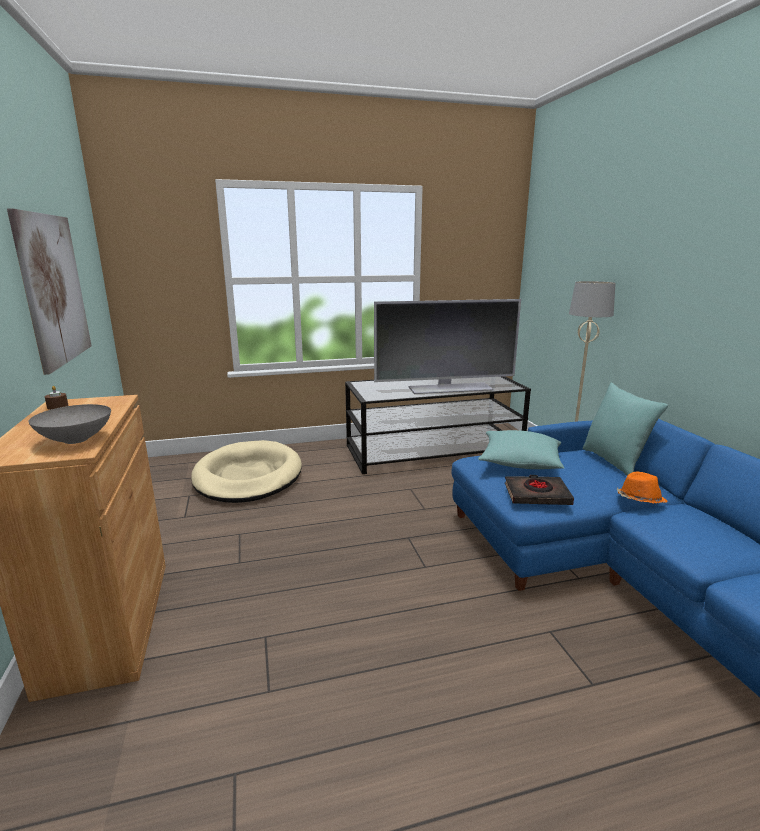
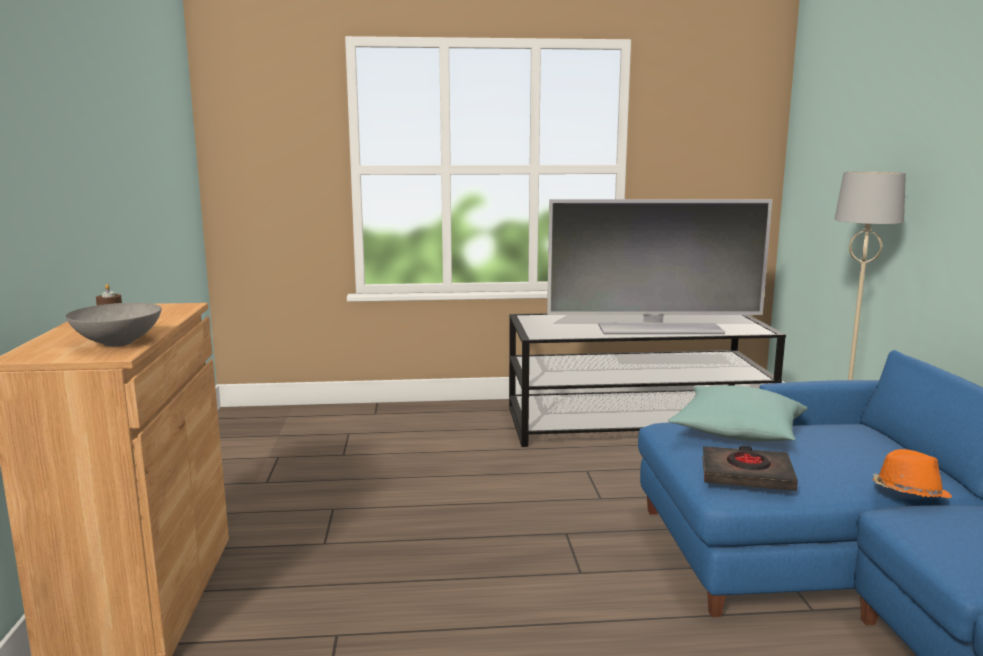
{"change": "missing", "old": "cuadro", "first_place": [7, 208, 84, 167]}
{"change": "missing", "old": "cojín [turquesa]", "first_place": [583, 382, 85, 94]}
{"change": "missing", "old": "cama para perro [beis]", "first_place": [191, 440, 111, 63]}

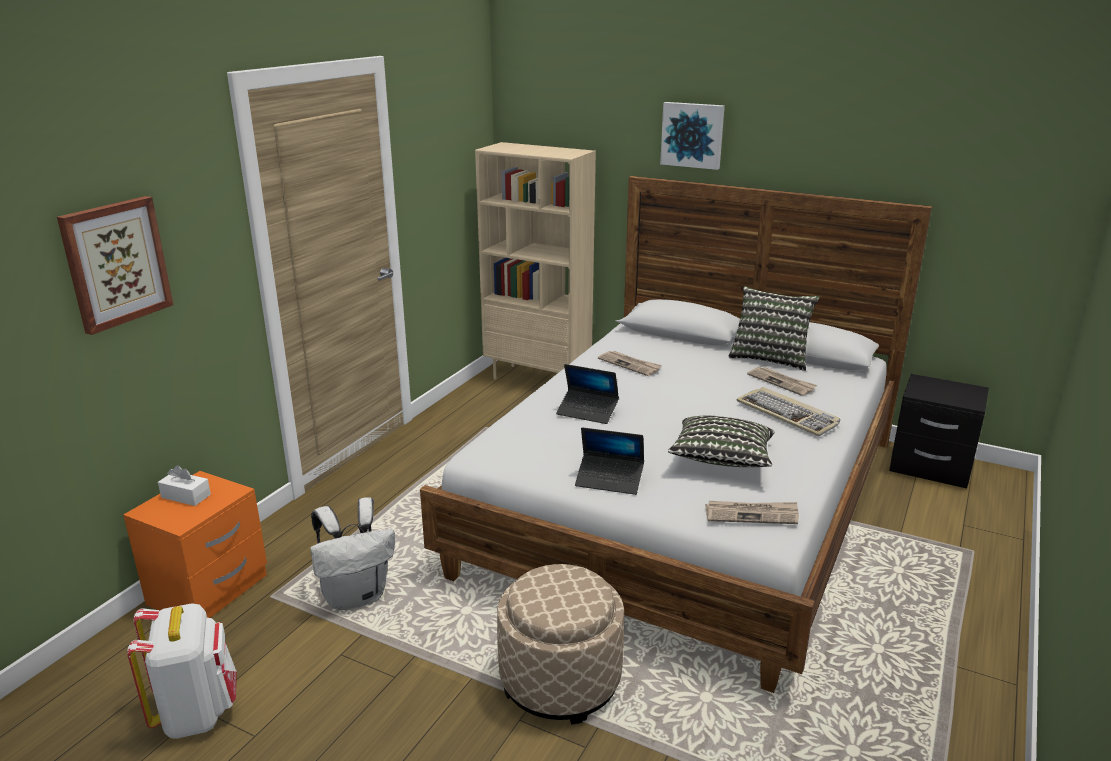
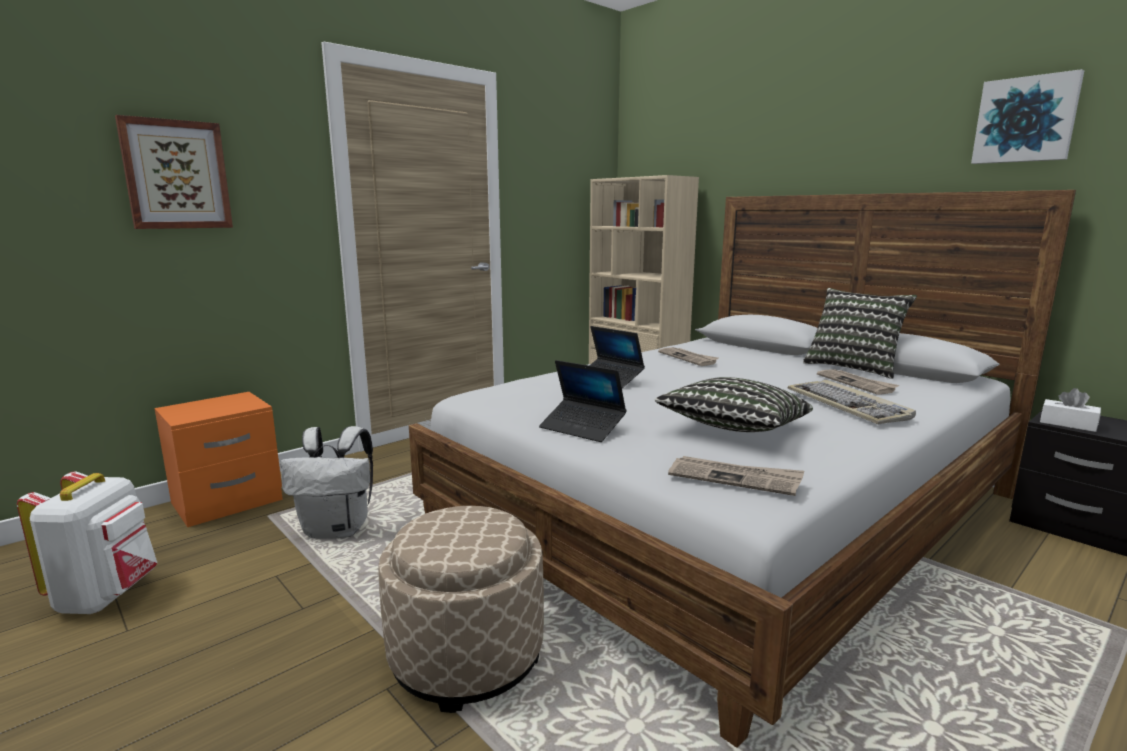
{"change": "relocated", "old": "cuadro", "first_place": [660, 102, 65, 68], "second_place": [971, 69, 113, 95]}
{"change": "relocated", "old": "caja de pañuelos [blanco]", "first_place": [158, 465, 53, 41], "second_place": [1040, 388, 61, 44]}

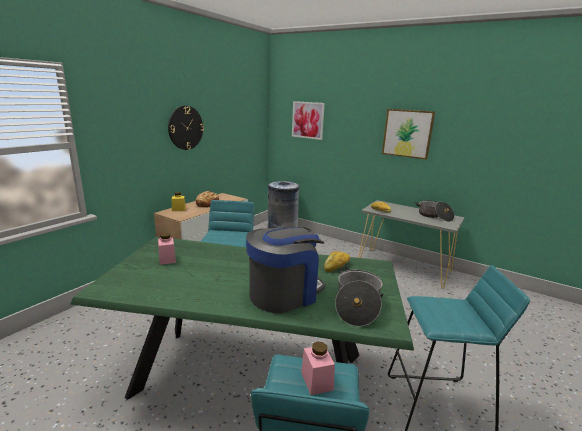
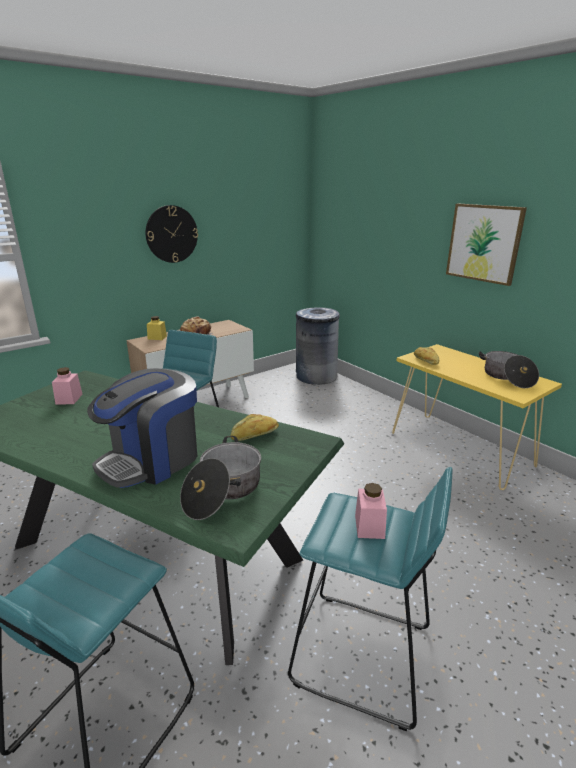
{"change": "missing", "old": "cuadro", "first_place": [292, 101, 33, 39]}
{"change": "colour", "old": "mesa consola [gris]", "new": "mesa consola [amarillo]", "first_place": [358, 200, 107, 88], "second_place": [392, 344, 170, 146]}
{"change": "spun", "old": "cafetera", "first_place": [246, 227, 79, 86], "second_place": [87, 368, 110, 120], "degrees": 150}
{"change": "relocated", "old": "tarro [rosa]", "first_place": [301, 341, 34, 54], "second_place": [355, 483, 32, 56]}

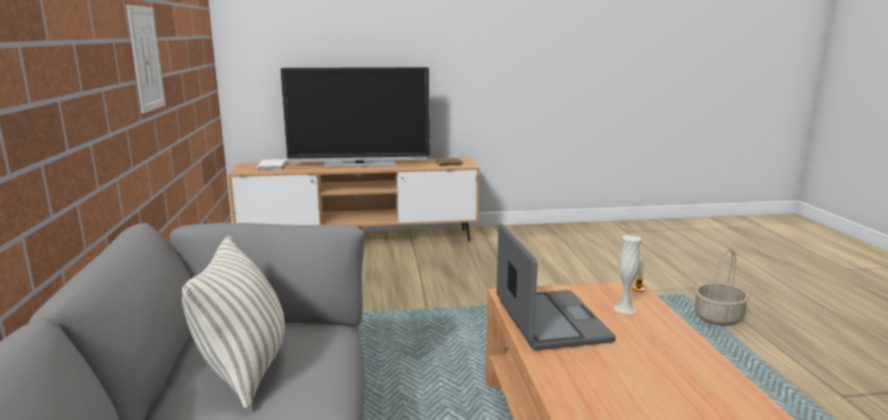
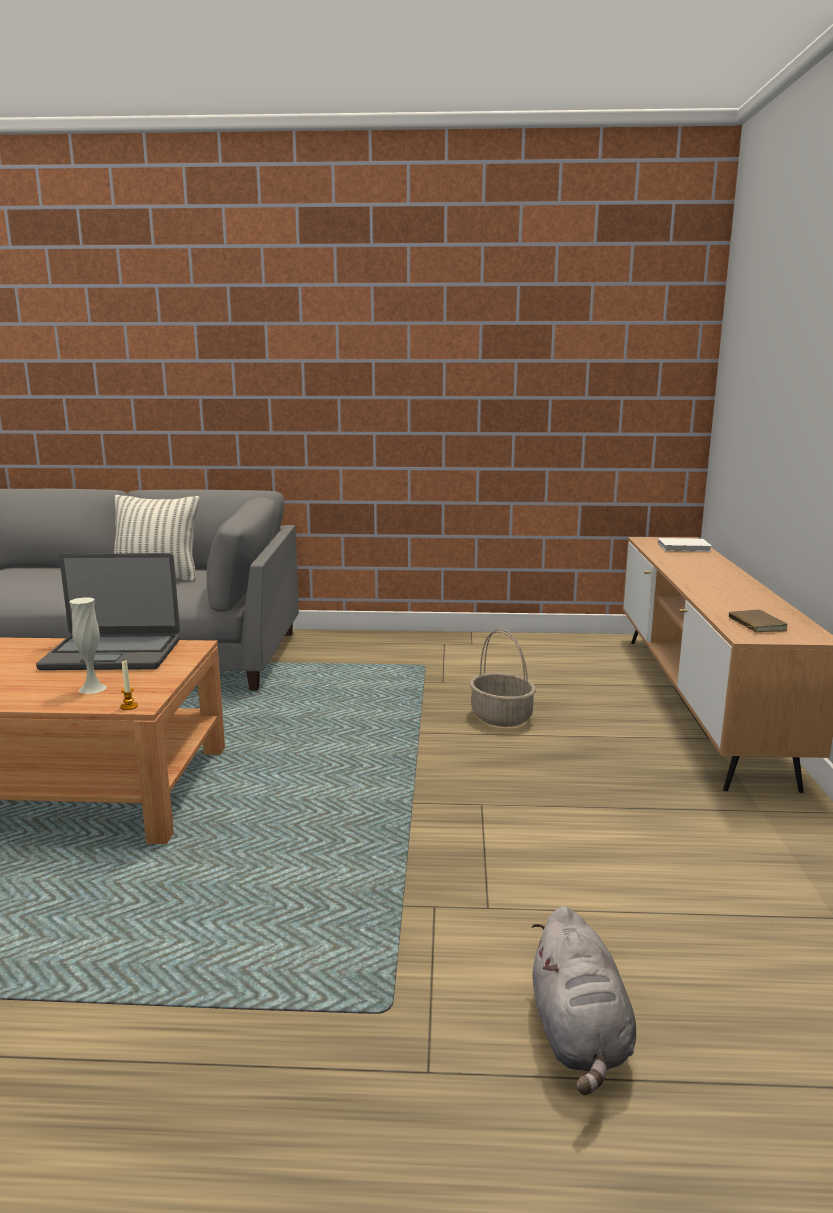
{"change": "missing", "old": "cuadro", "first_place": [126, 5, 40, 109]}
{"change": "missing", "old": "televisor", "first_place": [281, 67, 149, 101]}
{"change": "relocated", "old": "cesta", "first_place": [695, 250, 54, 76], "second_place": [470, 629, 66, 98]}
{"change": "appeared", "new": "peluche [gris]", "second_place": [532, 906, 104, 189]}

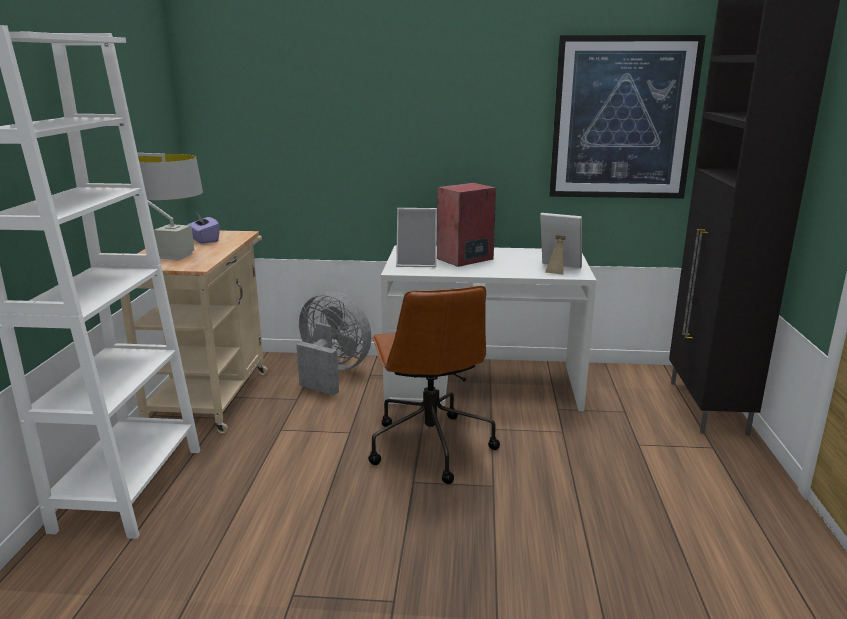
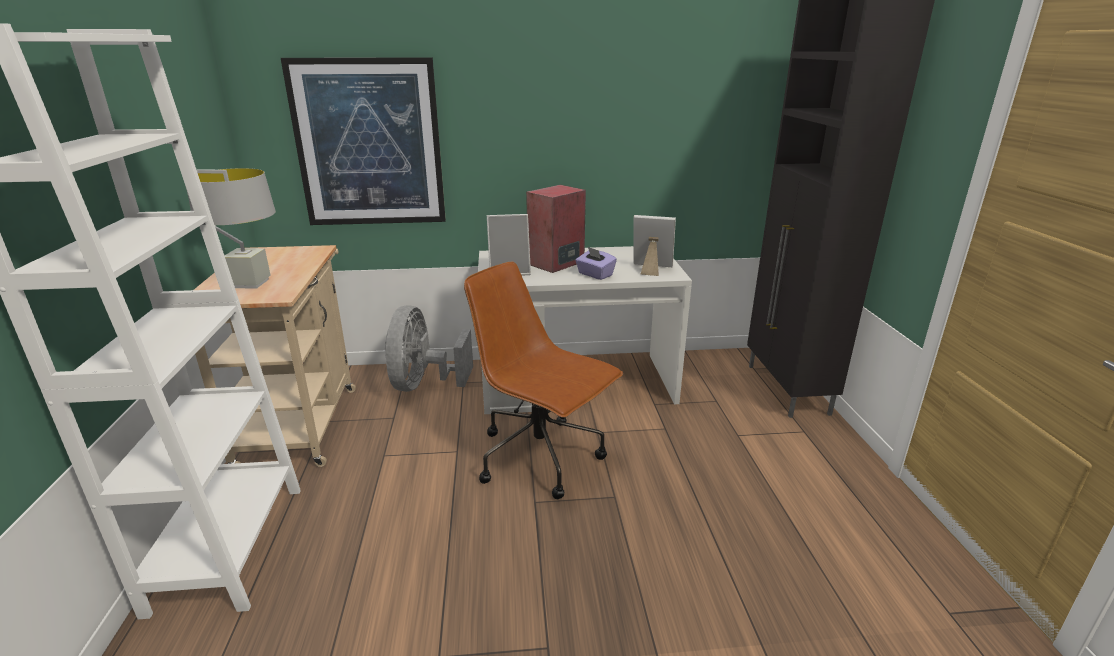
{"change": "relocated", "old": "cuadro", "first_place": [549, 35, 157, 163], "second_place": [281, 57, 165, 168]}
{"change": "relocated", "old": "caja de pañuelos [morado]", "first_place": [187, 213, 33, 31], "second_place": [575, 247, 42, 33]}
{"change": "spun", "old": "silla de oficina [marrón]", "first_place": [368, 286, 132, 198], "second_place": [464, 262, 159, 237], "degrees": 150}
{"change": "spun", "old": "ventilador [gris]", "first_place": [297, 291, 75, 104], "second_place": [385, 305, 88, 87], "degrees": -105}

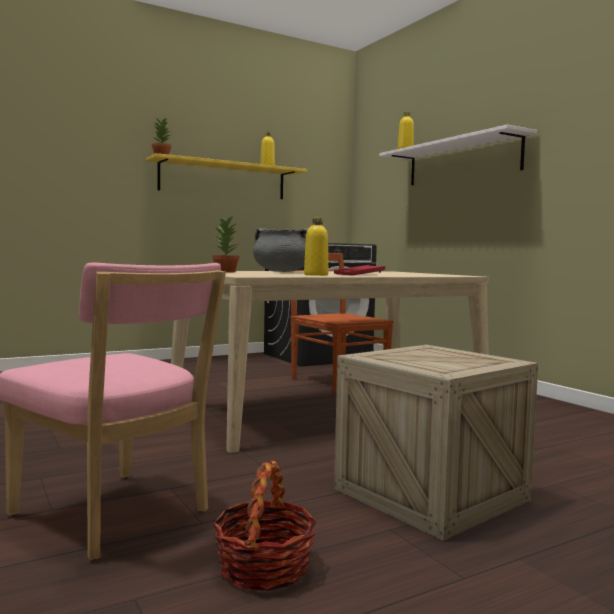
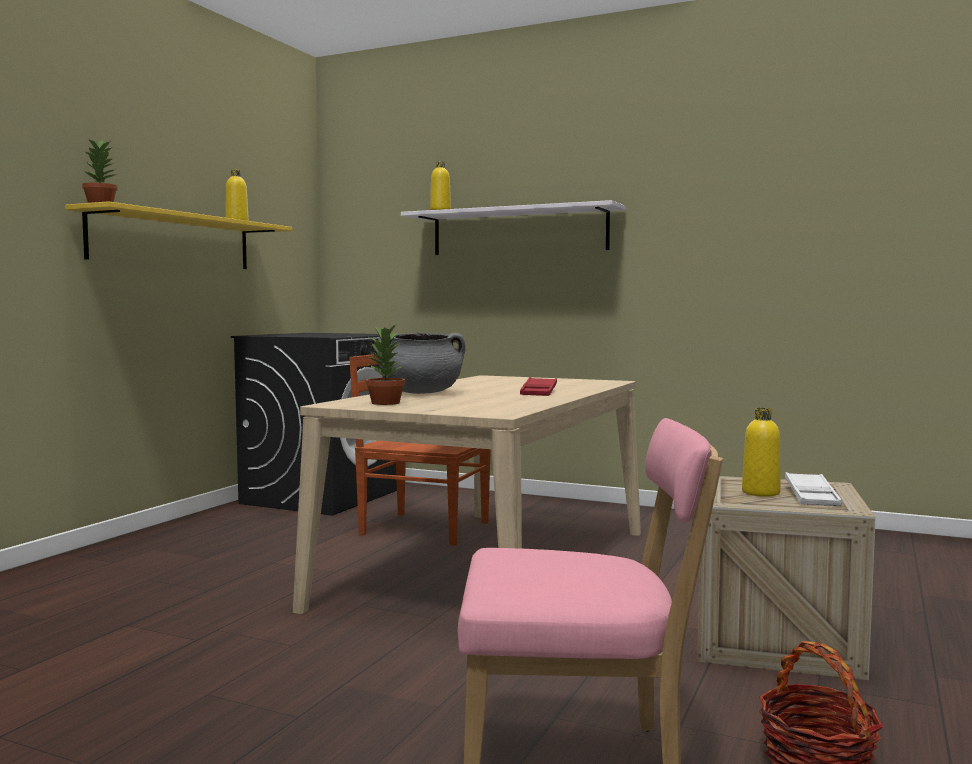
{"change": "relocated", "old": "botella [amarillo]", "first_place": [304, 218, 24, 58], "second_place": [742, 408, 38, 89]}
{"change": "appeared", "new": "bandeja [blanco]", "second_place": [785, 472, 57, 34]}

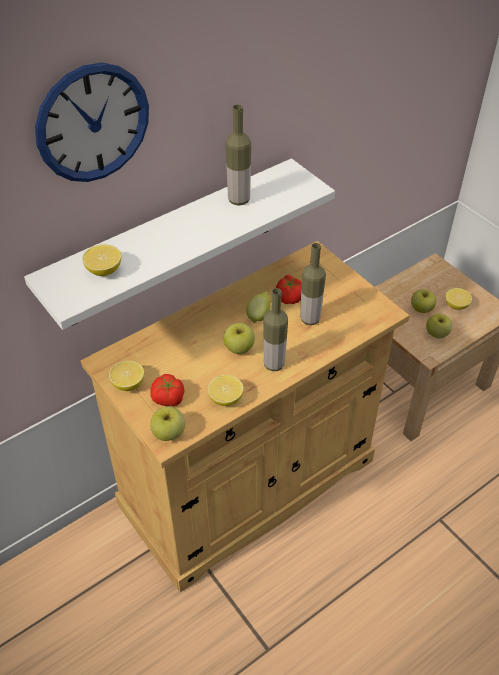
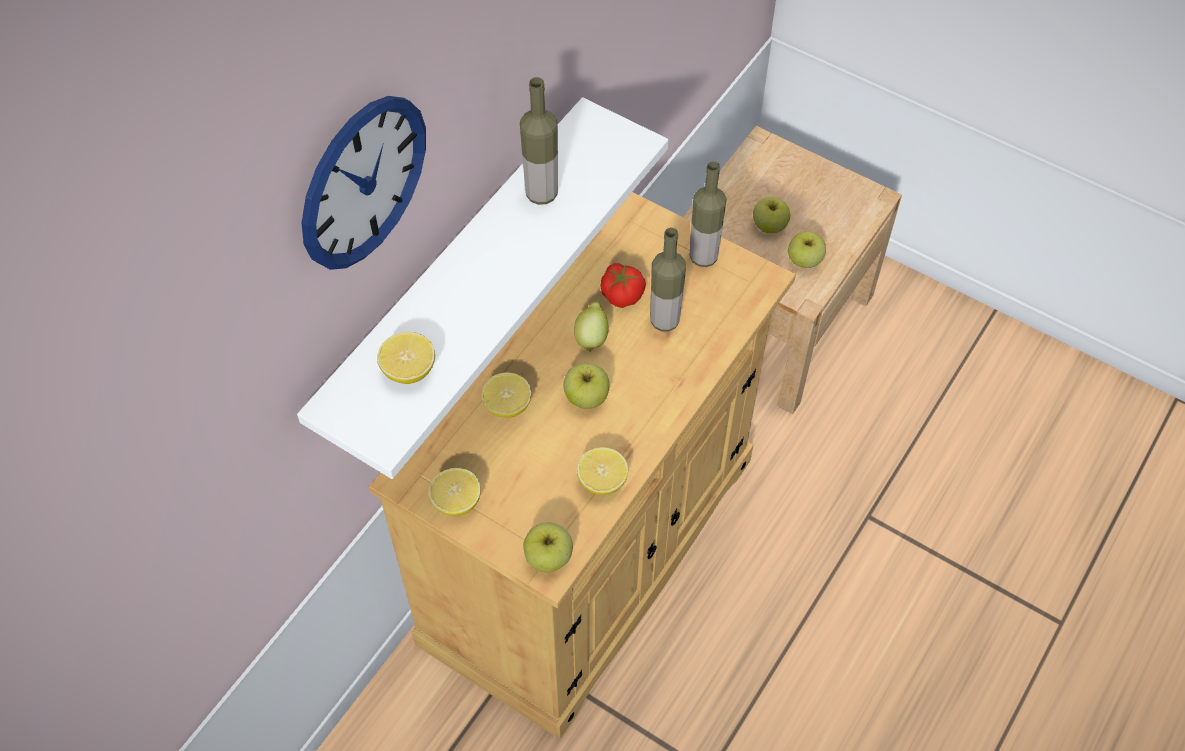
{"change": "relocated", "old": "botella", "first_place": [263, 288, 25, 83], "second_place": [690, 161, 37, 106]}
{"change": "relocated", "old": "limón", "first_place": [446, 288, 26, 22], "second_place": [482, 372, 50, 45]}
{"change": "missing", "old": "tomate", "first_place": [150, 374, 34, 32]}

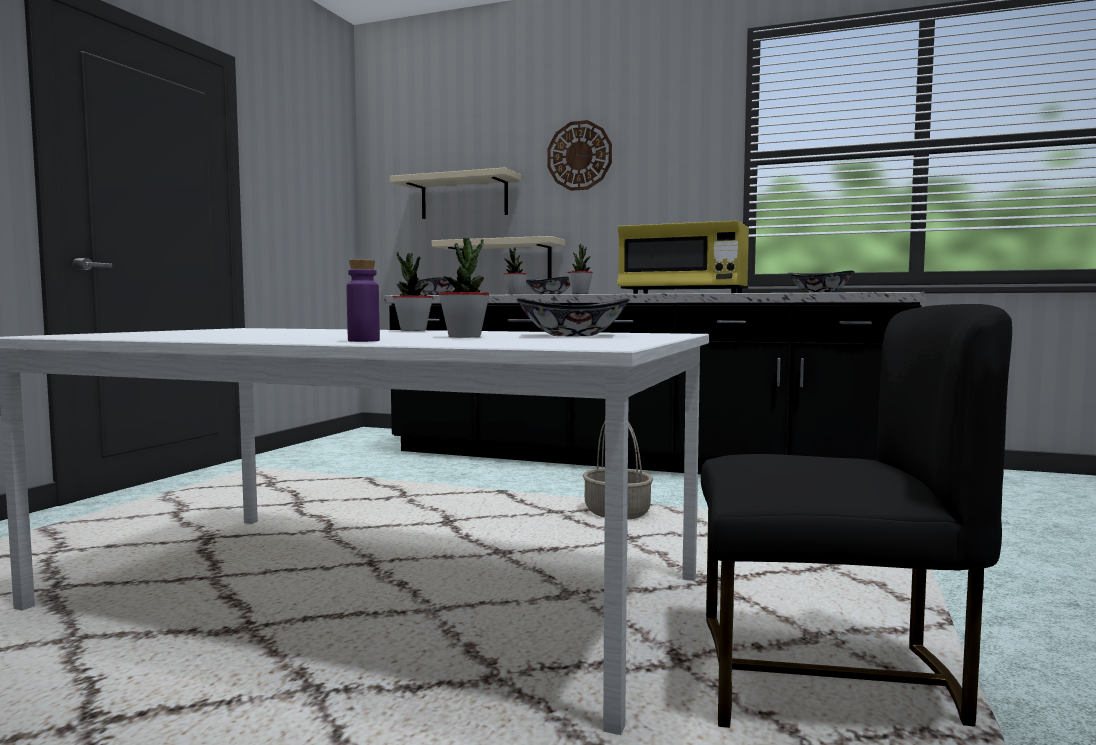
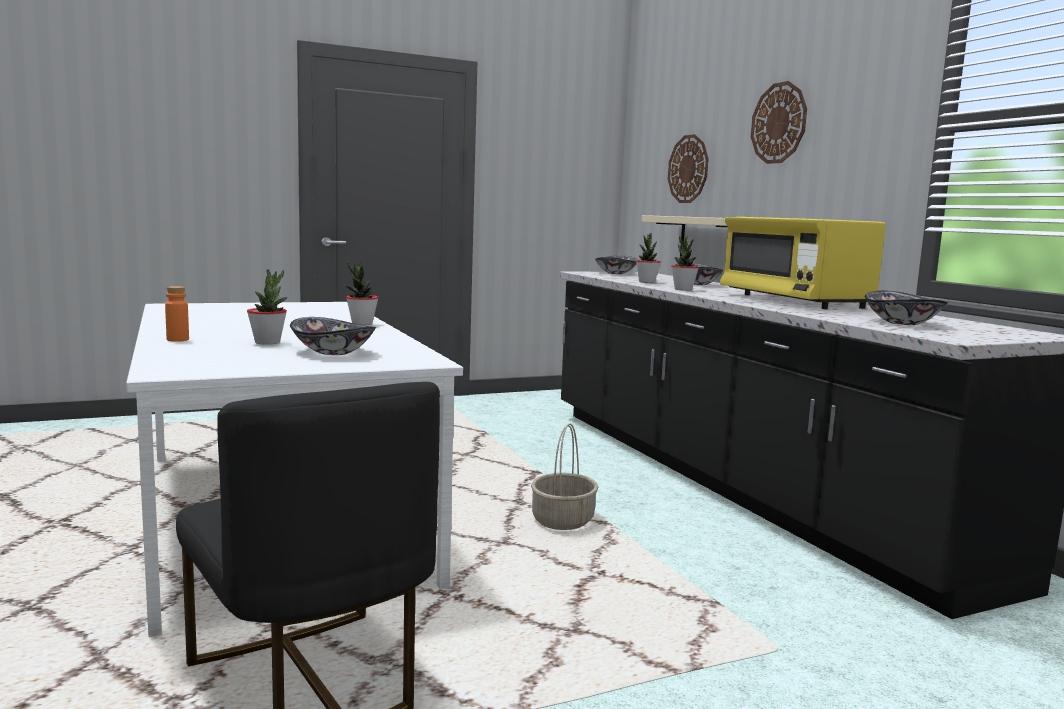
{"change": "exchanged", "old": "estante [beis]", "new": "reloj de pared", "first_place": [390, 168, 131, 51], "second_place": [668, 134, 41, 69]}
{"change": "colour", "old": "botella [morado]", "new": "botella [naranja]", "first_place": [347, 259, 33, 83], "second_place": [165, 286, 24, 56]}

